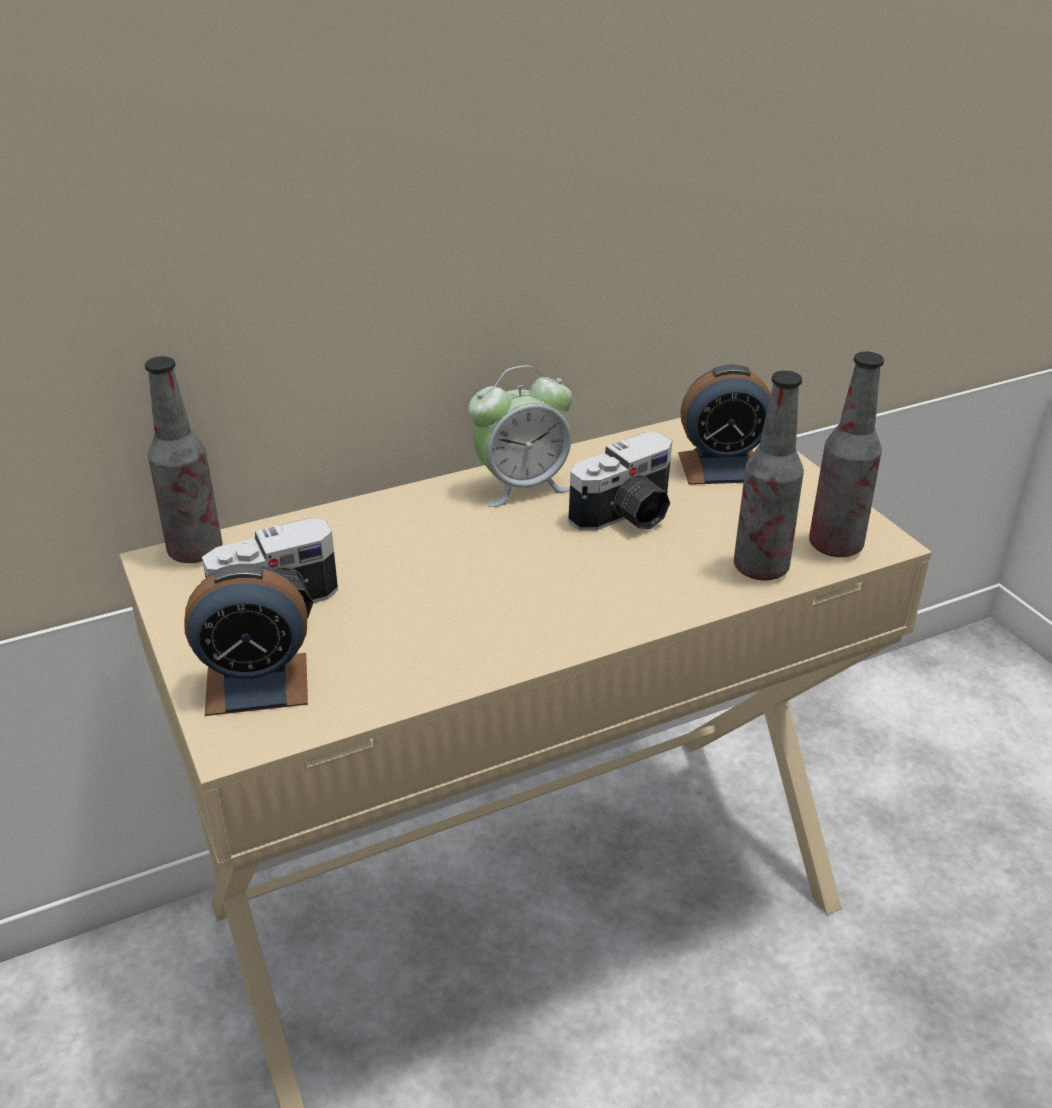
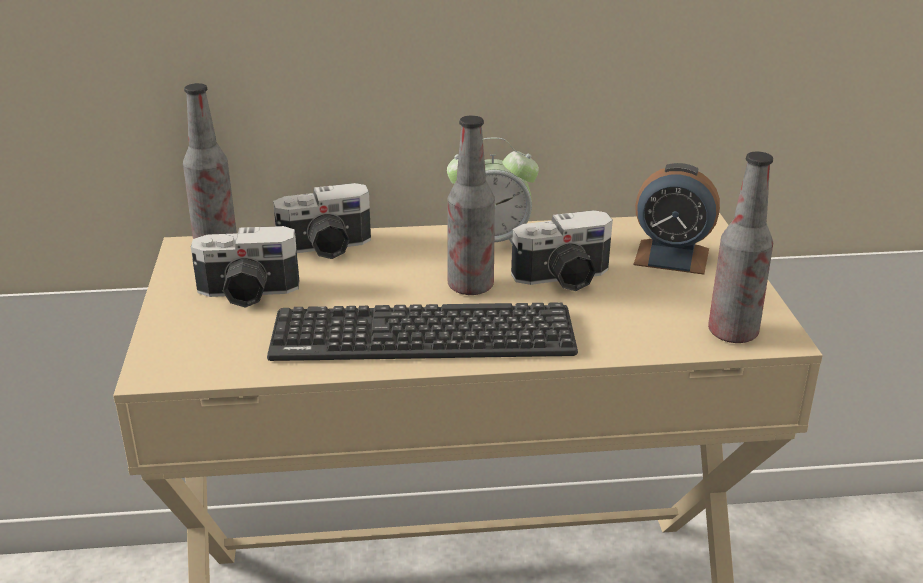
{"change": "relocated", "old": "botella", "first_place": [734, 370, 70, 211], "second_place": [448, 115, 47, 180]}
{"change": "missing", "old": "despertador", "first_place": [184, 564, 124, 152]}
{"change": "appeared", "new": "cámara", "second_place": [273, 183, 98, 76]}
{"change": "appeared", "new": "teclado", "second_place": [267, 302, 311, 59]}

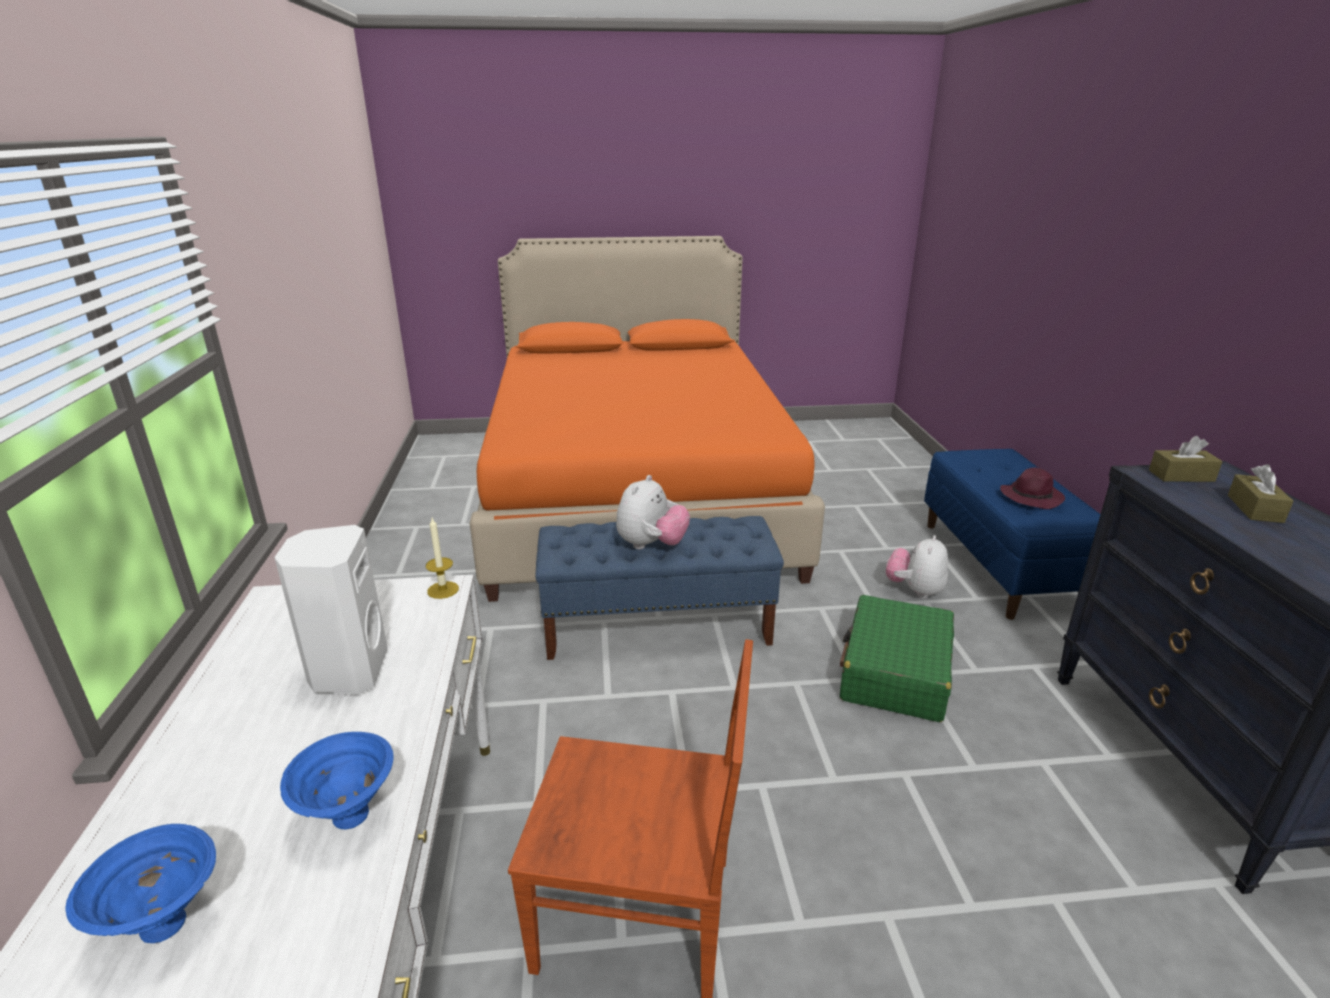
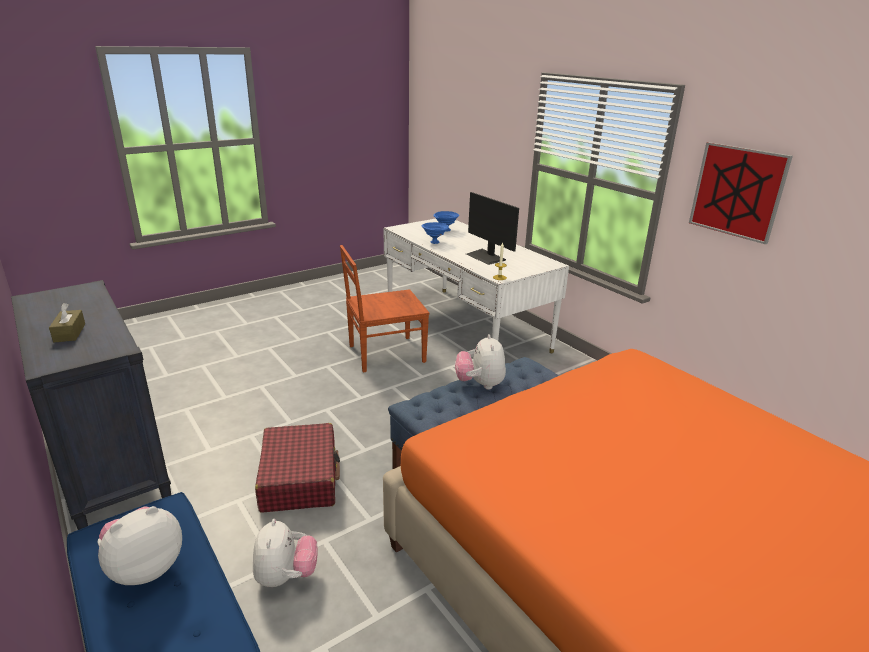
{"change": "missing", "old": "caja de pañuelos [marrón]", "first_place": [1149, 436, 74, 46]}
{"change": "exchanged", "old": "sombrero [morado]", "new": "peluche", "first_place": [1000, 467, 65, 42], "second_place": [97, 506, 85, 79]}
{"change": "exchanged", "old": "altavoz [blanco]", "new": "monitor", "first_place": [274, 525, 114, 169], "second_place": [466, 192, 53, 73]}
{"change": "colour", "old": "maleta [verde]", "new": "maleta [rojo]", "first_place": [840, 595, 114, 127], "second_place": [255, 423, 85, 90]}
{"change": "appeared", "new": "cuadro", "second_place": [689, 142, 104, 102]}

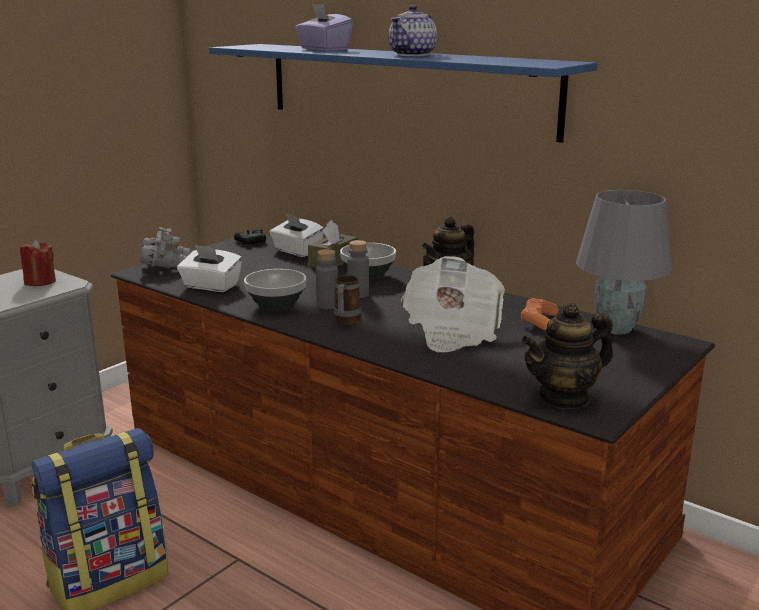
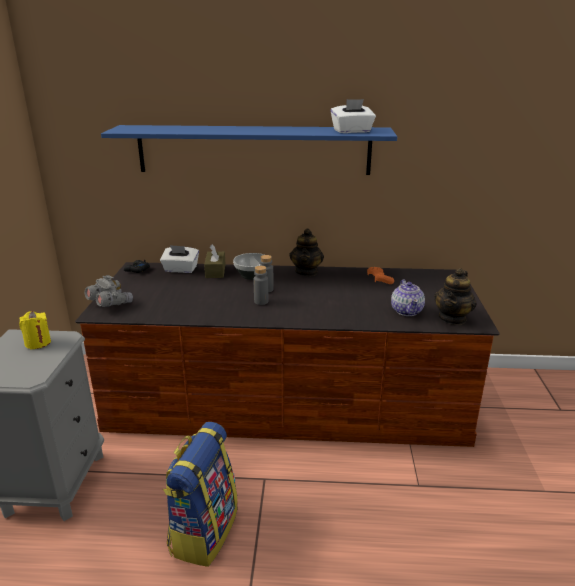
{"change": "missing", "old": "caja de pañuelos [morado]", "first_place": [295, 4, 58, 47]}
{"change": "relocated", "old": "tetera", "first_place": [388, 5, 49, 51], "second_place": [391, 279, 34, 37]}
{"change": "missing", "old": "lámpara de mesa [gris]", "first_place": [576, 190, 96, 145]}
{"change": "colour", "old": "vela [rojo]", "new": "vela [amarillo]", "first_place": [20, 240, 36, 46], "second_place": [19, 311, 32, 38]}
{"change": "relocated", "old": "caja de pañuelos [blanco]", "first_place": [177, 244, 65, 48], "second_place": [331, 99, 45, 34]}
{"change": "missing", "old": "periódico", "first_place": [401, 256, 104, 96]}
{"change": "missing", "old": "cuenco", "first_place": [244, 269, 62, 43]}
{"change": "missing", "old": "taza grande", "first_place": [334, 275, 27, 50]}

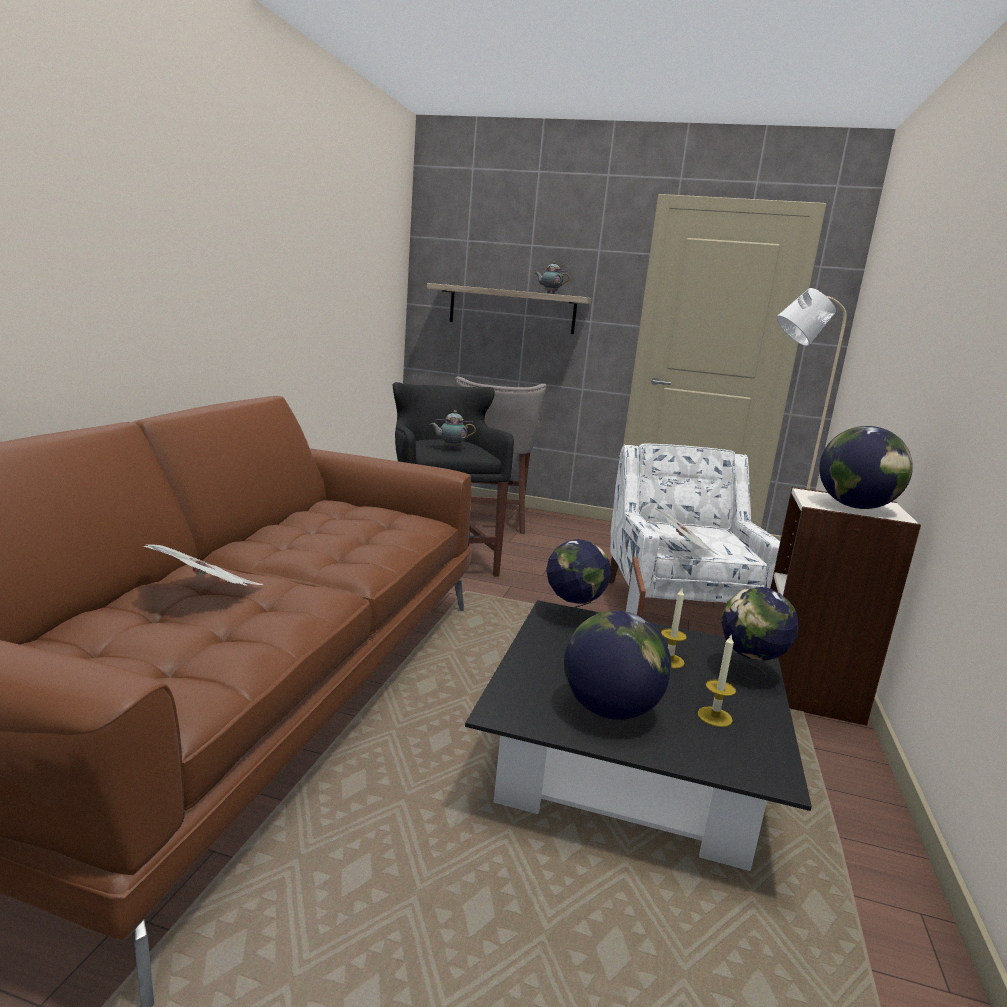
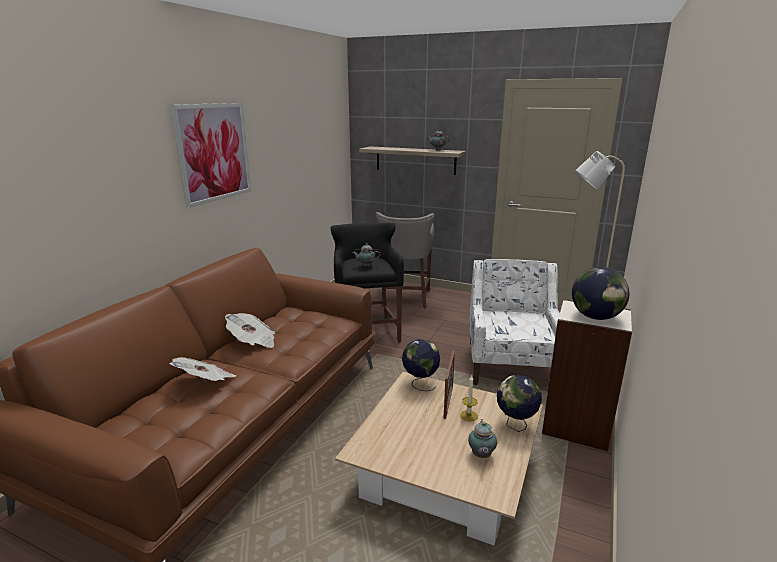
{"change": "relocated", "old": "periódico", "first_place": [652, 507, 69, 49], "second_place": [225, 313, 50, 35]}
{"change": "colour", "old": "mesa de centro [negro]", "new": "mesa de centro [beis]", "first_place": [465, 600, 347, 271], "second_place": [335, 372, 208, 173]}
{"change": "missing", "old": "globo terráqueo", "first_place": [564, 611, 107, 109]}
{"change": "exchanged", "old": "vela", "new": "tetera", "first_place": [697, 633, 39, 94], "second_place": [468, 419, 29, 39]}
{"change": "appeared", "new": "cuadro", "second_place": [171, 103, 80, 105]}

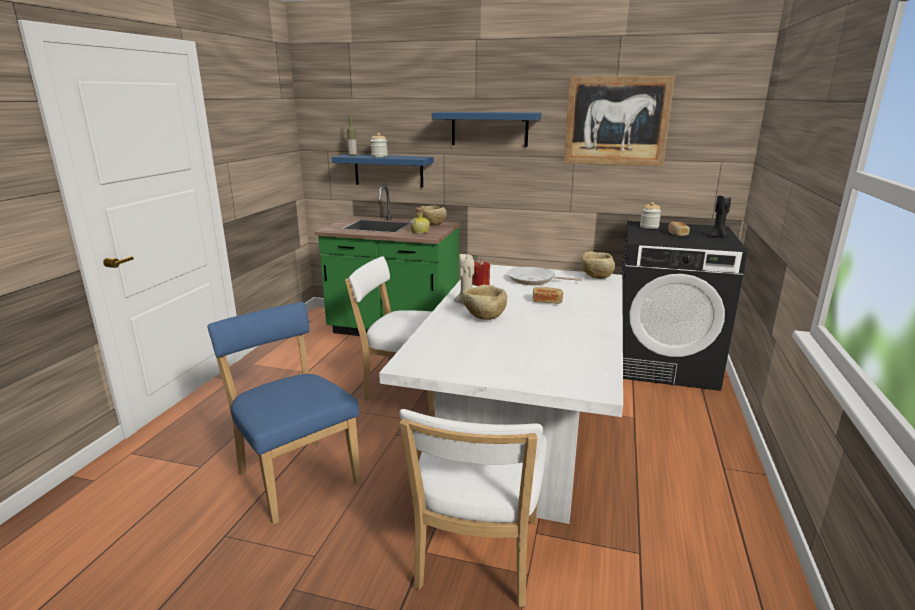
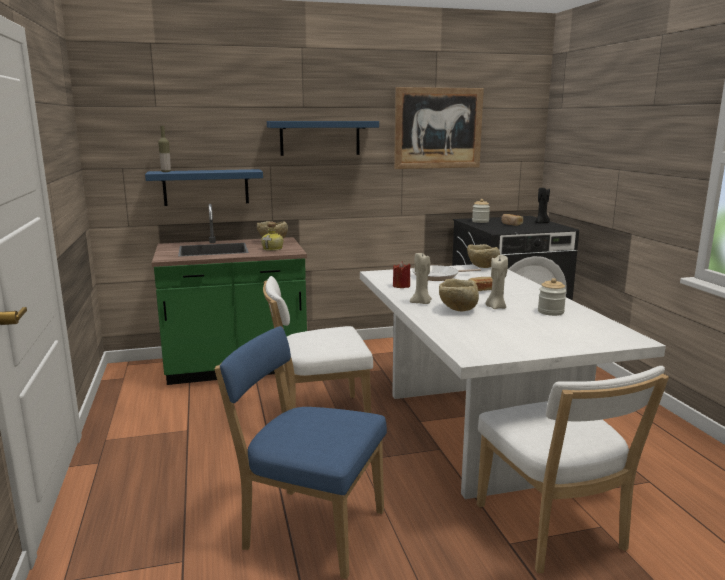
{"change": "relocated", "old": "tarro", "first_place": [371, 133, 17, 24], "second_place": [538, 278, 28, 38]}
{"change": "appeared", "new": "vela [beis]", "second_place": [485, 255, 23, 54]}

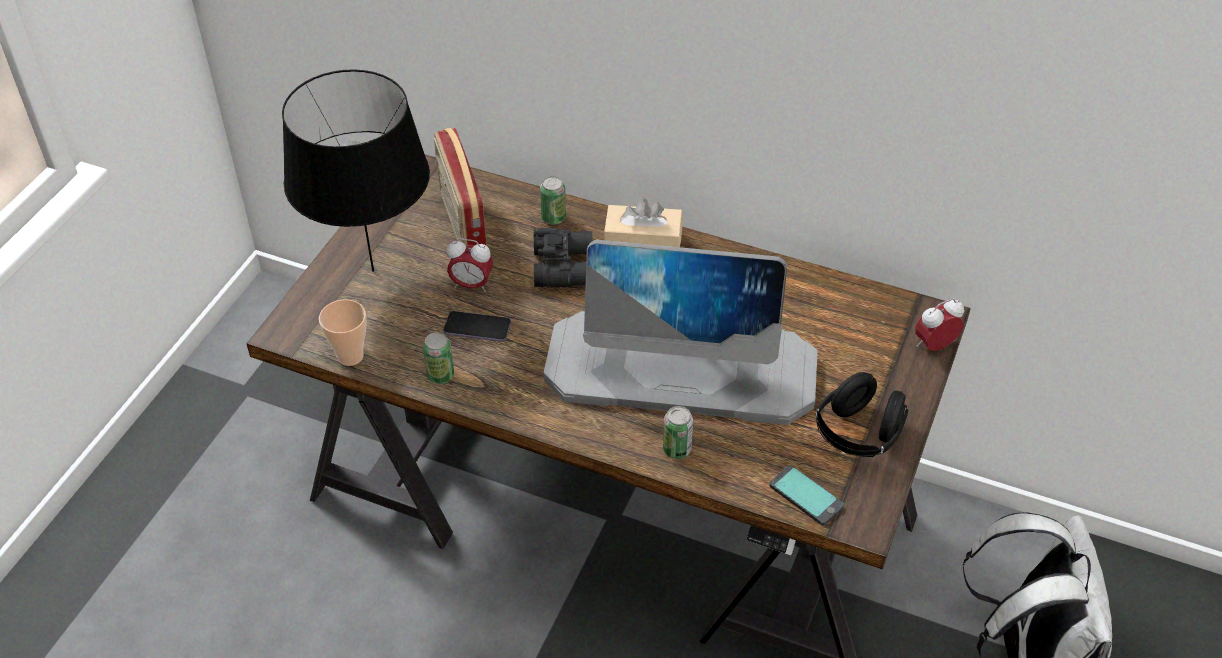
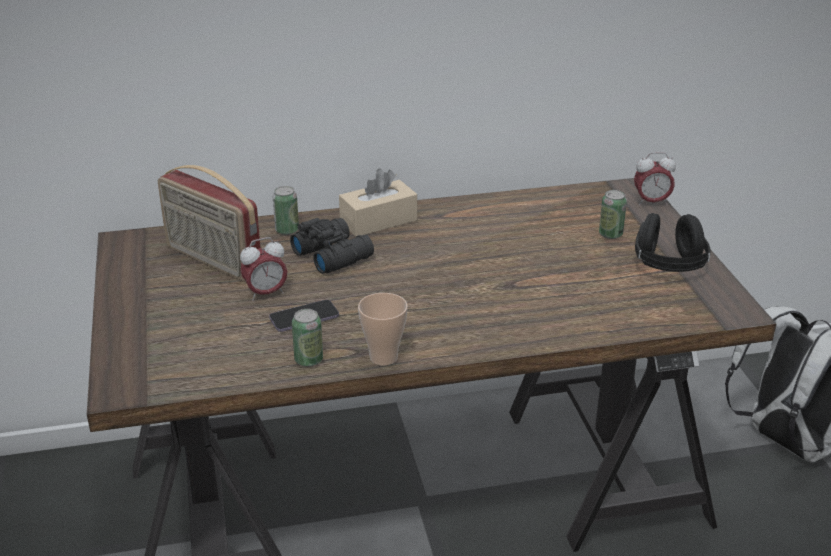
{"change": "missing", "old": "lámpara de mesa [negro]", "first_place": [282, 69, 148, 203]}
{"change": "missing", "old": "monitor", "first_place": [544, 240, 274, 185]}
{"change": "spun", "old": "despertador", "first_place": [915, 298, 49, 53], "second_place": [634, 152, 42, 54], "degrees": -120}
{"change": "relocated", "old": "taza", "first_place": [319, 299, 48, 67], "second_place": [358, 293, 50, 73]}
{"change": "relocated", "old": "lata", "first_place": [663, 406, 30, 53], "second_place": [599, 190, 28, 49]}
{"change": "missing", "old": "móvil", "first_place": [769, 465, 75, 61]}

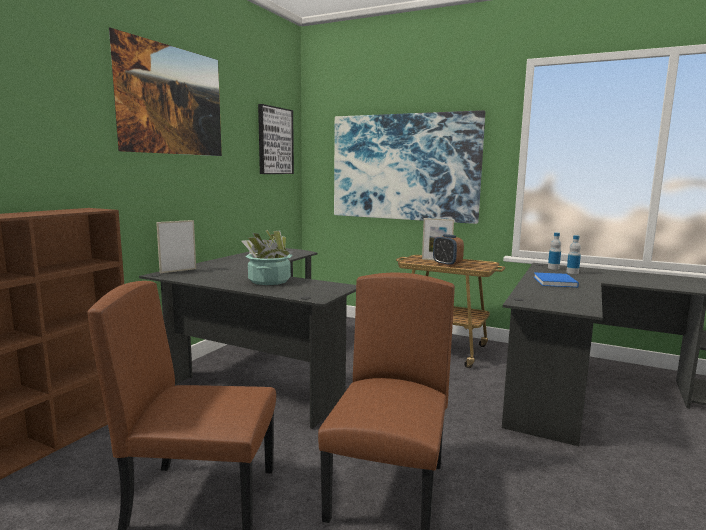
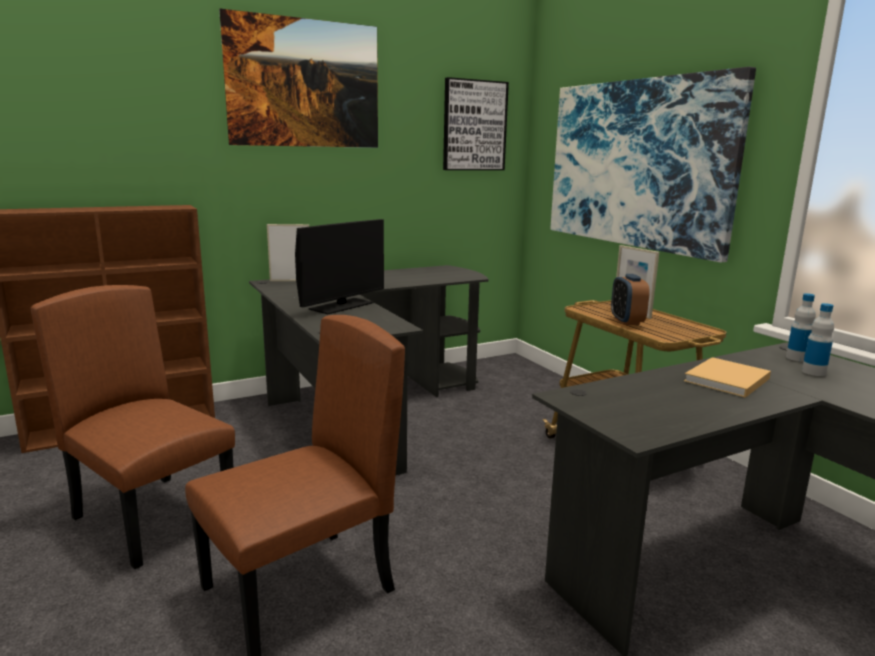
{"change": "exchanged", "old": "planta en maceta", "new": "monitor", "first_place": [241, 230, 52, 55], "second_place": [295, 219, 89, 95]}
{"change": "colour", "old": "libro [azul]", "new": "libro [beis]", "first_place": [534, 272, 45, 15], "second_place": [684, 357, 87, 41]}

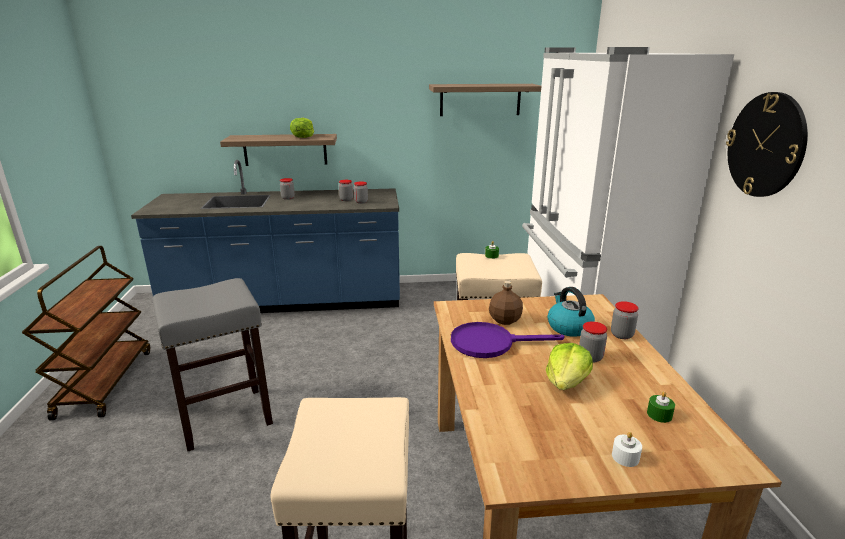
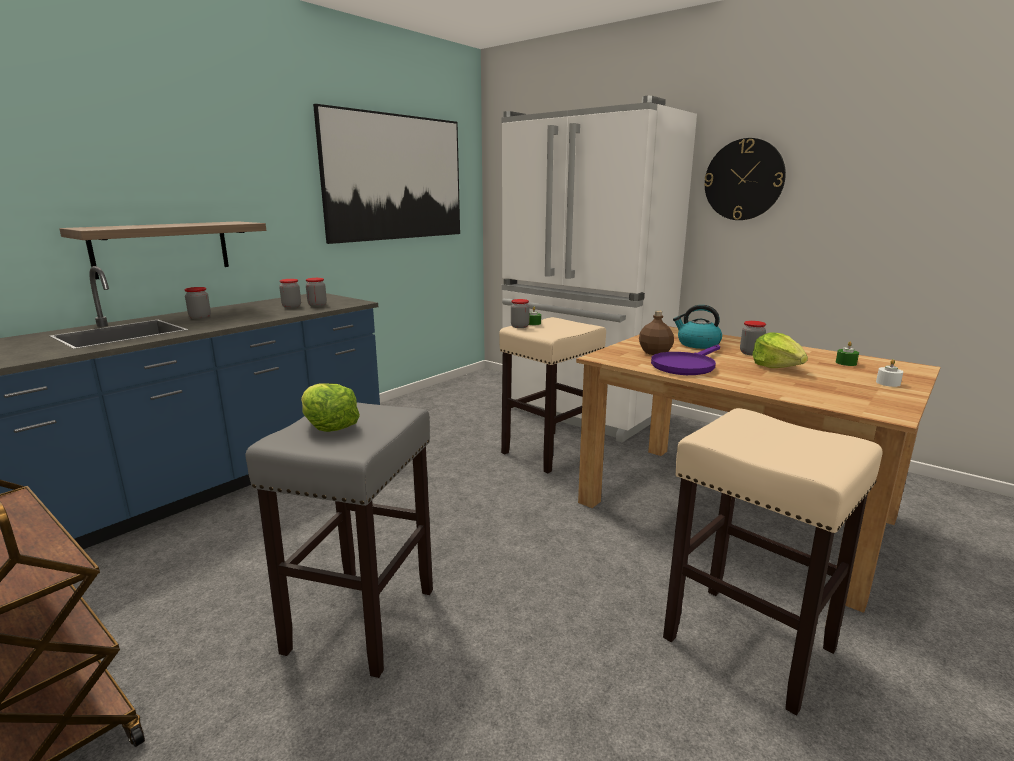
{"change": "exchanged", "old": "estante", "new": "cuadro", "first_place": [429, 84, 112, 32], "second_place": [313, 104, 147, 140]}
{"change": "relocated", "old": "lechuga", "first_place": [290, 118, 24, 20], "second_place": [301, 383, 59, 49]}
{"change": "relocated", "old": "tarro", "first_place": [611, 301, 28, 38], "second_place": [511, 299, 18, 29]}

